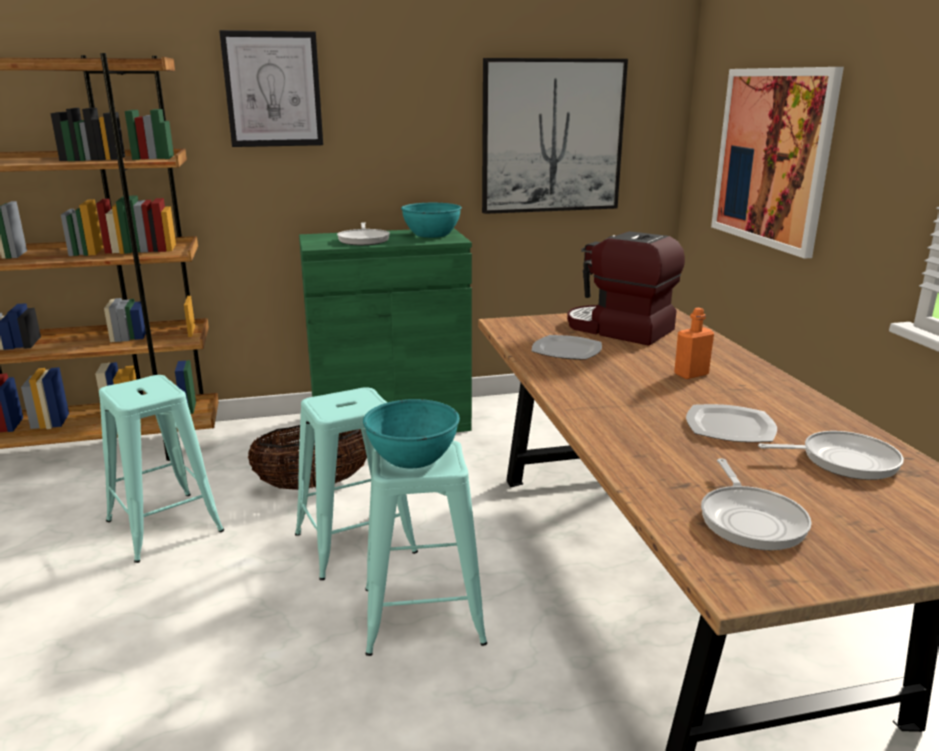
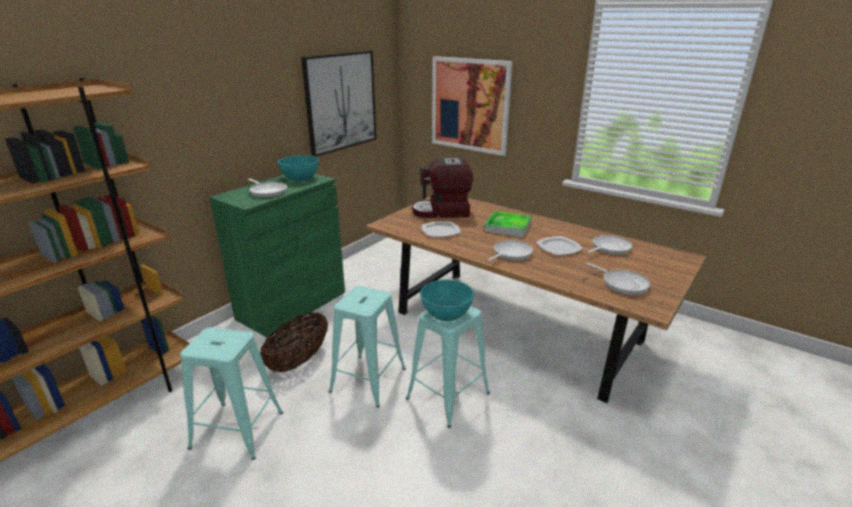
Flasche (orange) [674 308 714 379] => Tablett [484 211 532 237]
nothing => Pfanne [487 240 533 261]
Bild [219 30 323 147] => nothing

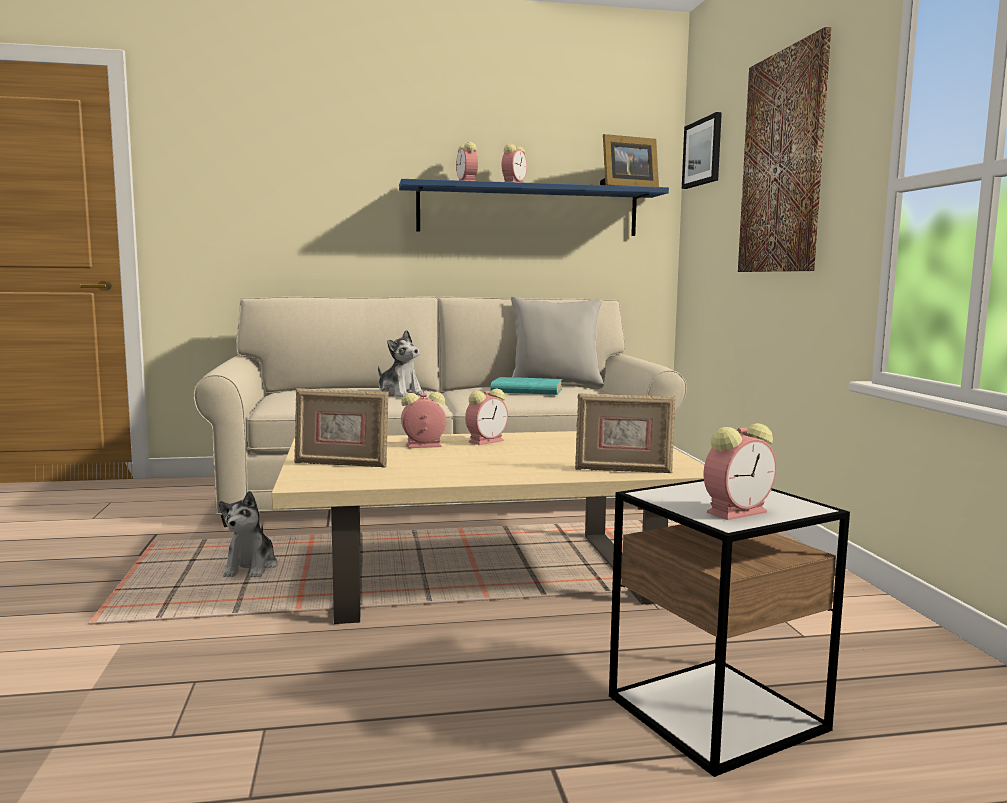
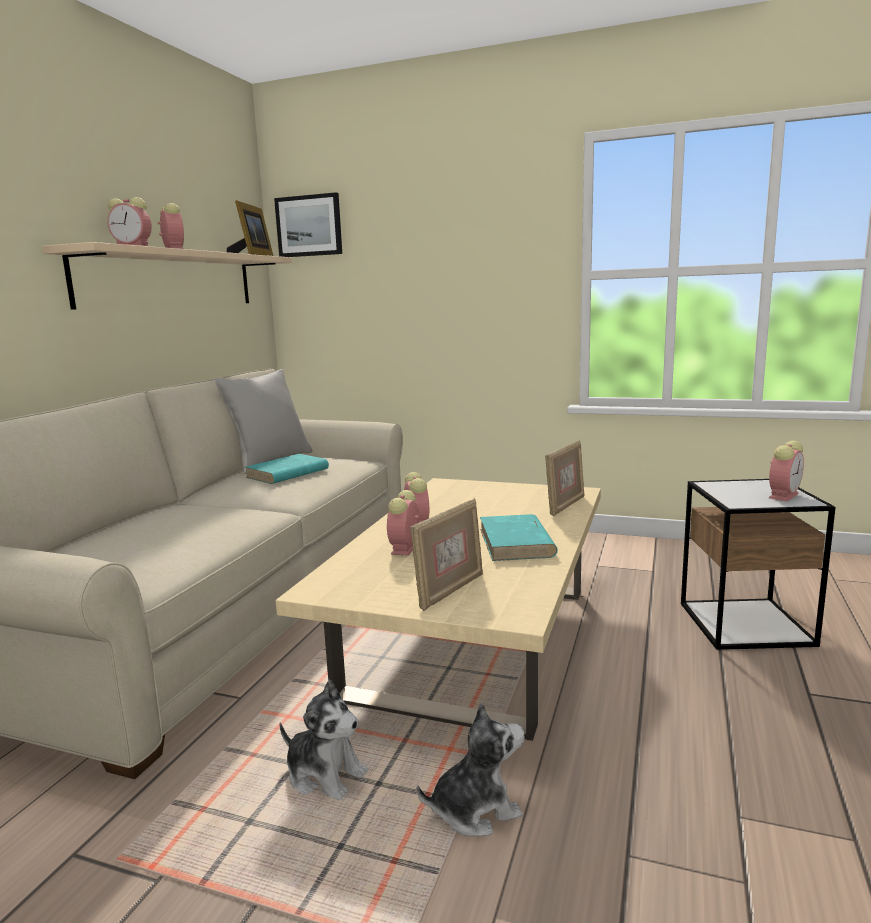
Wandregal (blau) [399 179 669 236] => Wandregal (beige) [42 242 292 310]
Plüschtier [378 330 426 397] => Plüschtier [417 702 525 836], moved
nothing => Buch (türkis) [480 514 558 561]
Wecker [704 423 776 520] => Wecker [769 441 804 501], 45 degrees clockwise
Bild [738 27 831 272] => nothing

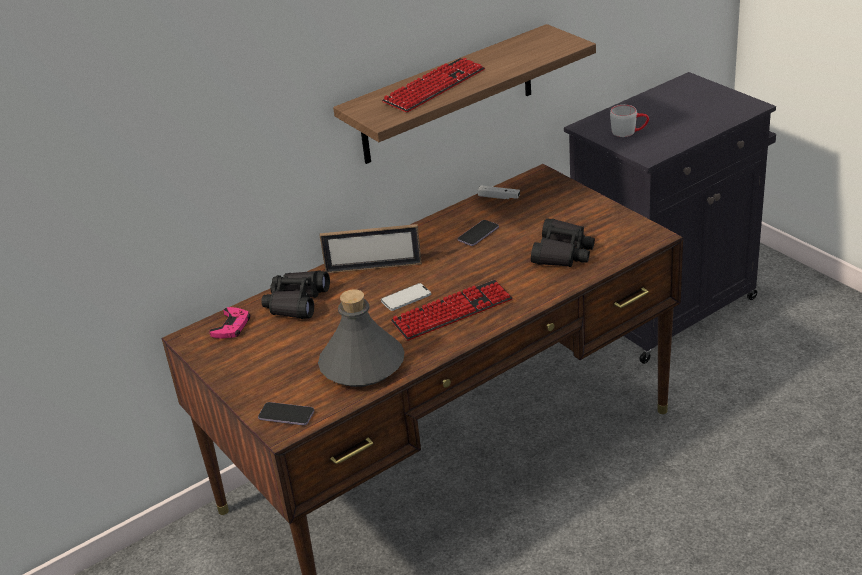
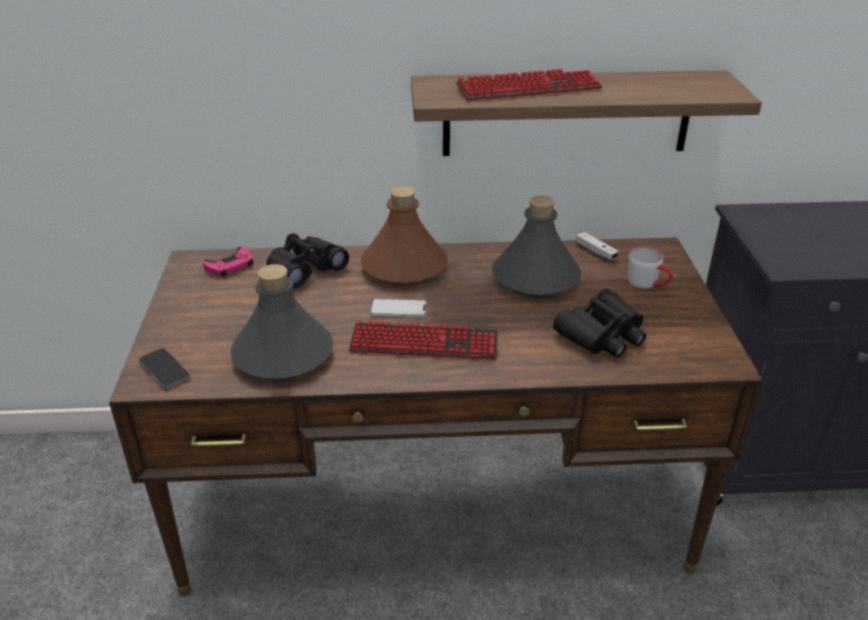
Bilderrahmen [319 224 422 273] => Flasche (braun) [361 186 448 286]
Handy [458 220 499 246] => Flasche (grau) [492 196 581 298]
Henkelbecher (grau) [610 105 649 137] => Henkelbecher (grau) [628 247 673 288], moved

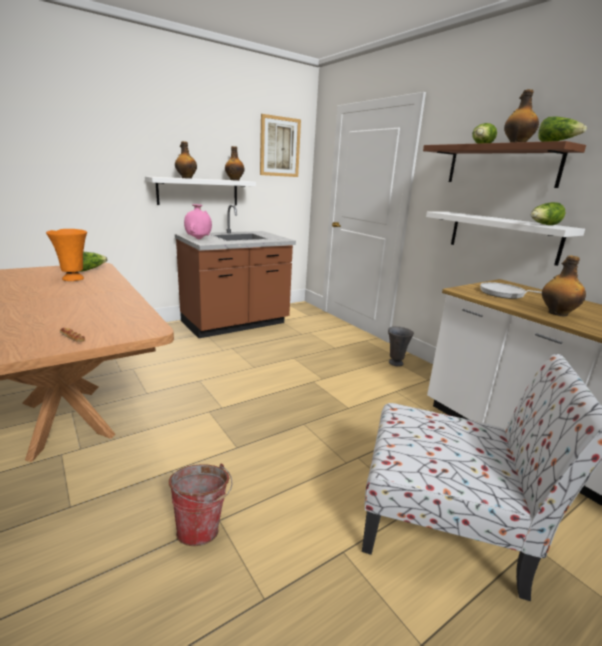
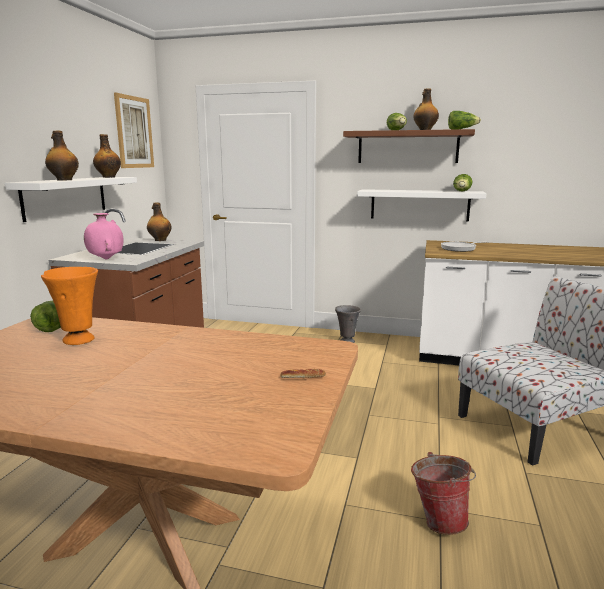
Flasche [542 255 586 316] => Flasche [147 202 172 241], moved

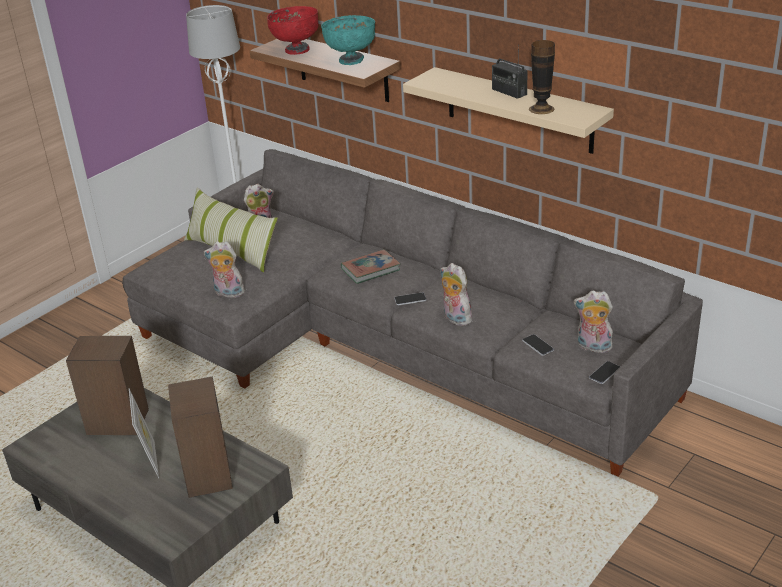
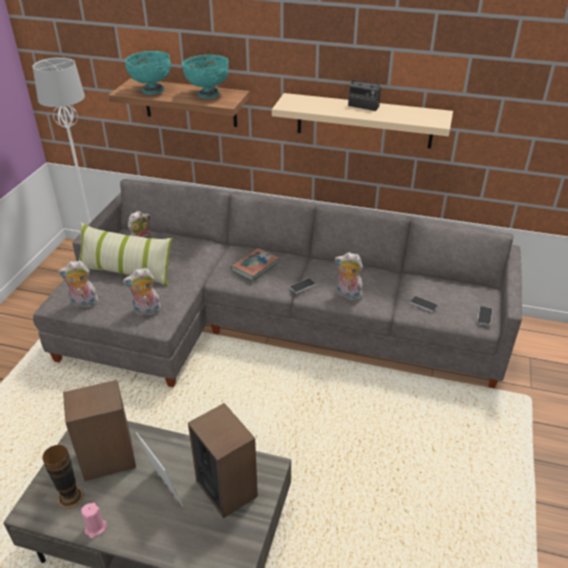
Vase [529 40 555 114] => Vase [42 445 84 509], moved
Plüschtier [574 290 614 353] => Plüschtier [58 261 99 307], moved
nothing => Kerze (rosa) [81 503 107 539]
Schüssel (rot) [267 6 318 55] => Schüssel (türkis) [125 51 171 95]

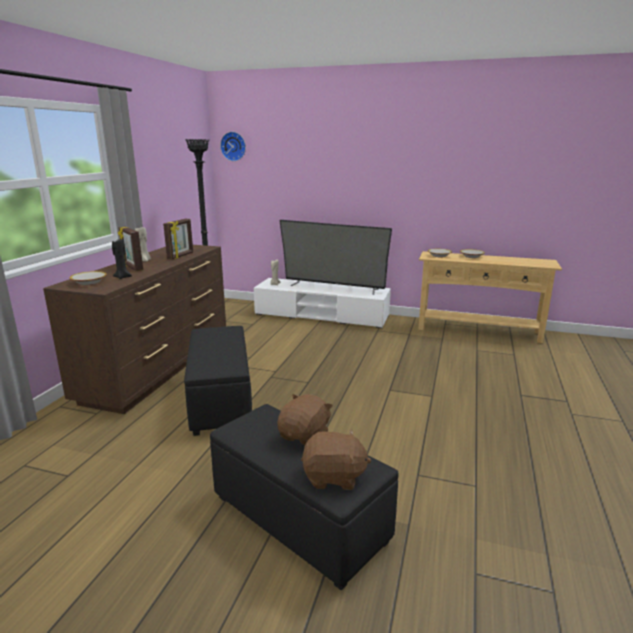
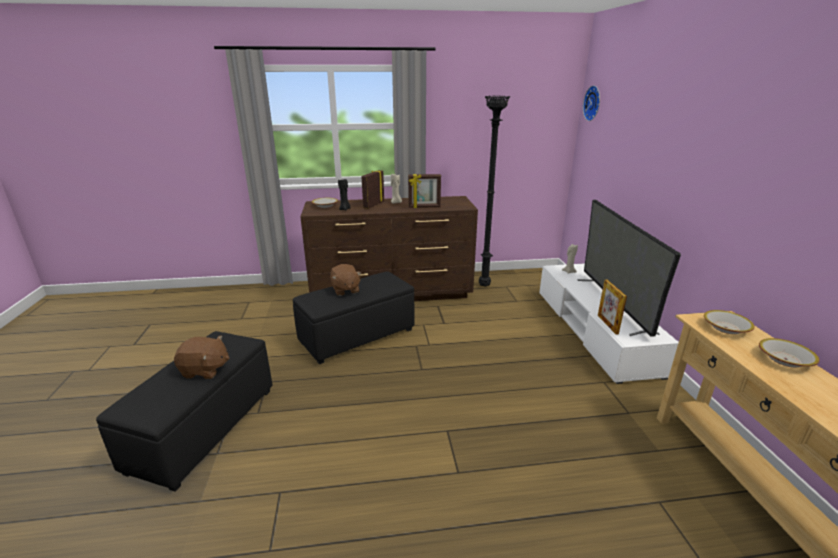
Plüschtier (braun) [301 430 371 490] => Plüschtier (braun) [330 264 361 296], moved
nothing => Bilderrahmen [598 280 627 334]

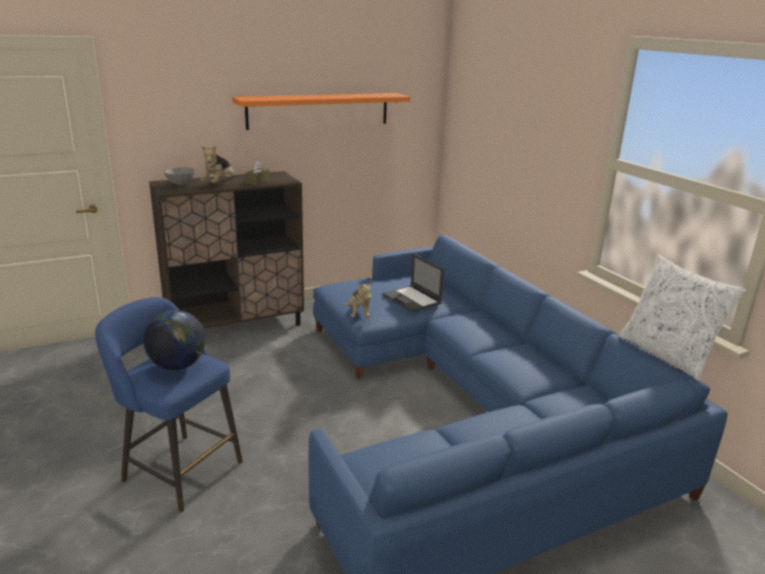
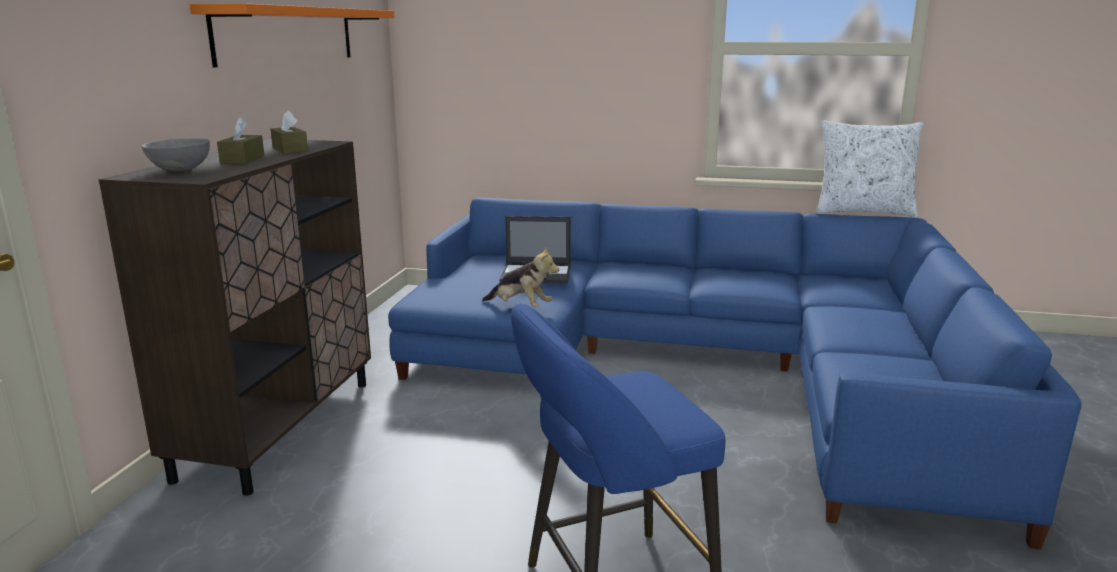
Plüschtier [201 145 235 183] => Taschentuchbox (braun) [217 117 265 164]
Globus [144 310 206 370] => nothing

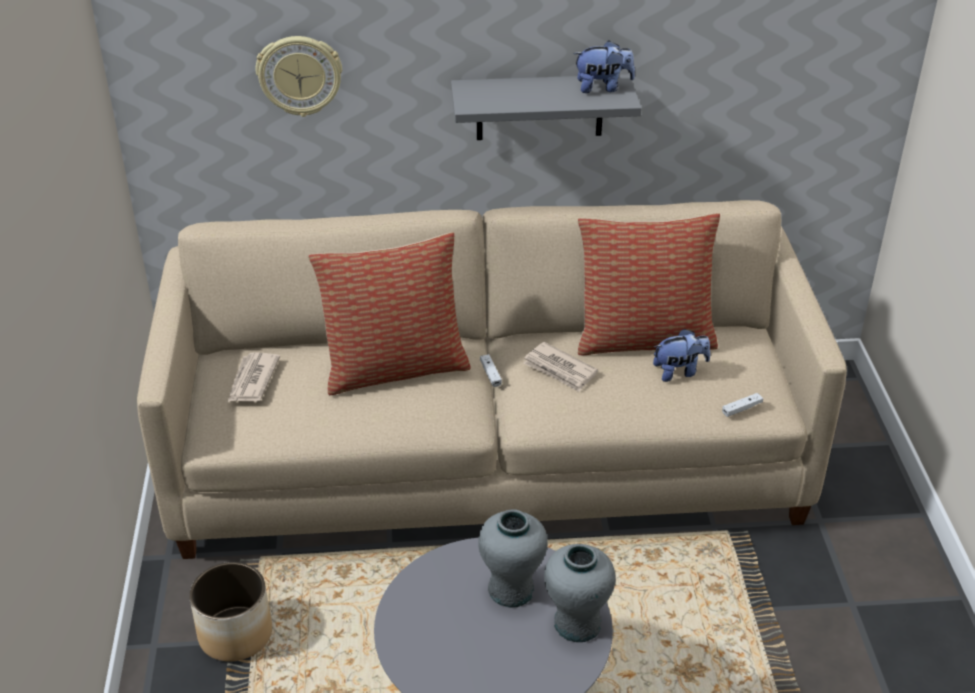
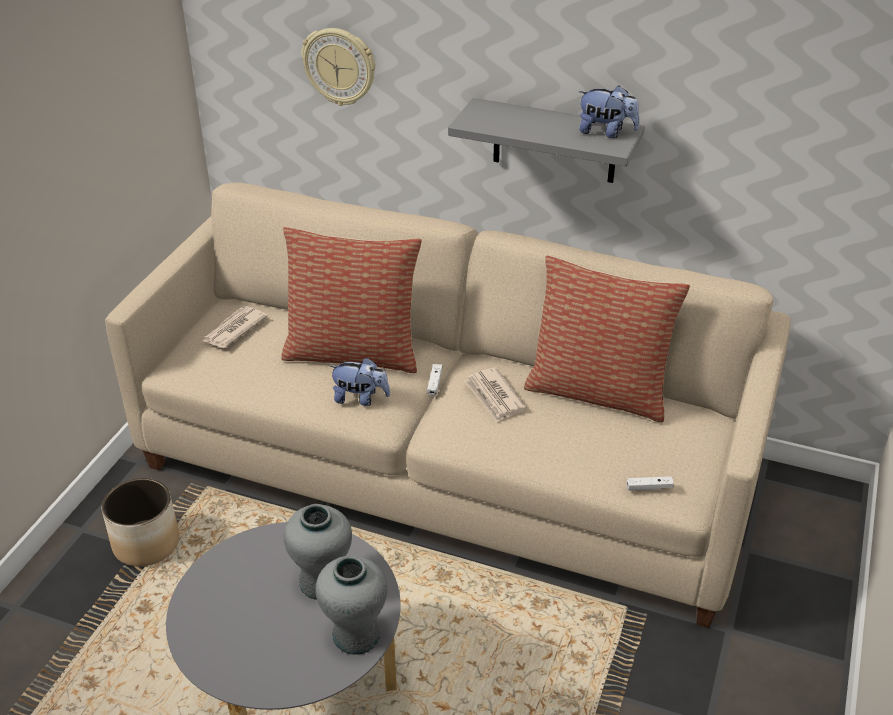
Plüschtier [653 328 710 382] => Plüschtier [329 357 390 406], moved

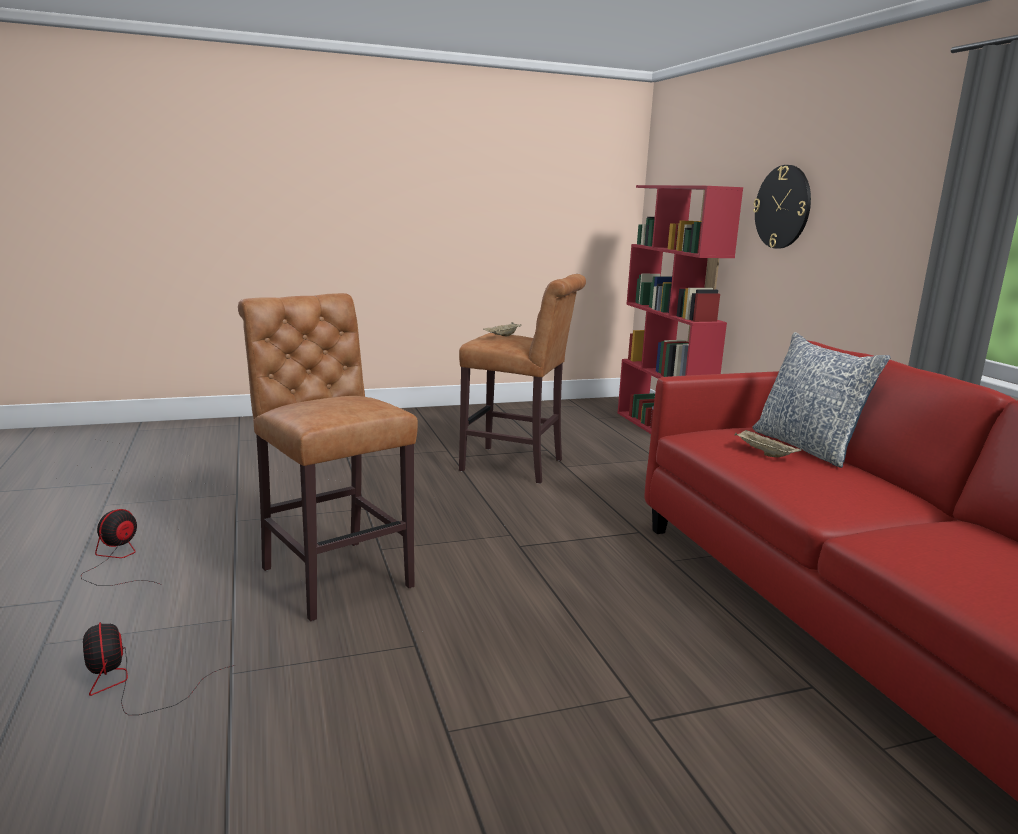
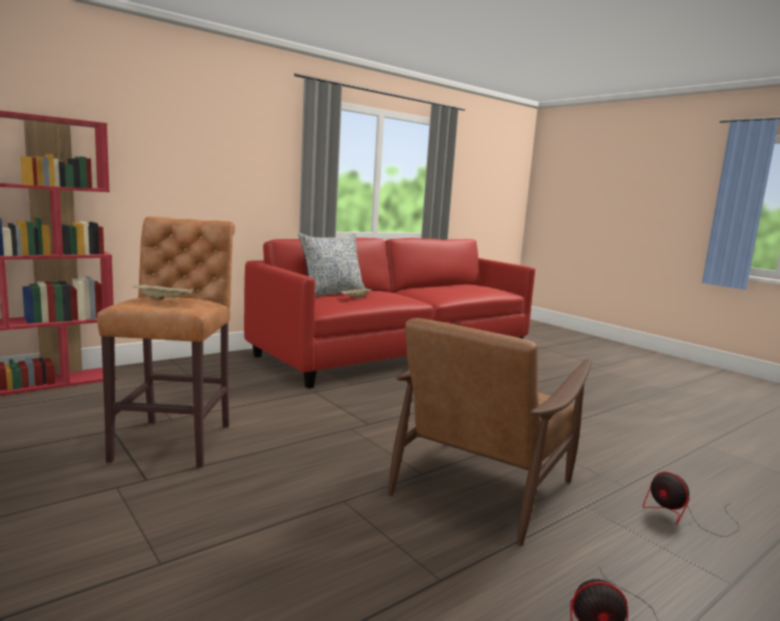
Hocker (braun) [238 293 418 621] => Sessel (braun) [388 318 592 546]
Ventilator [83 622 235 715] => Ventilator [643 472 739 537], 105 degrees clockwise
Wanduhr [753 165 811 249] => nothing

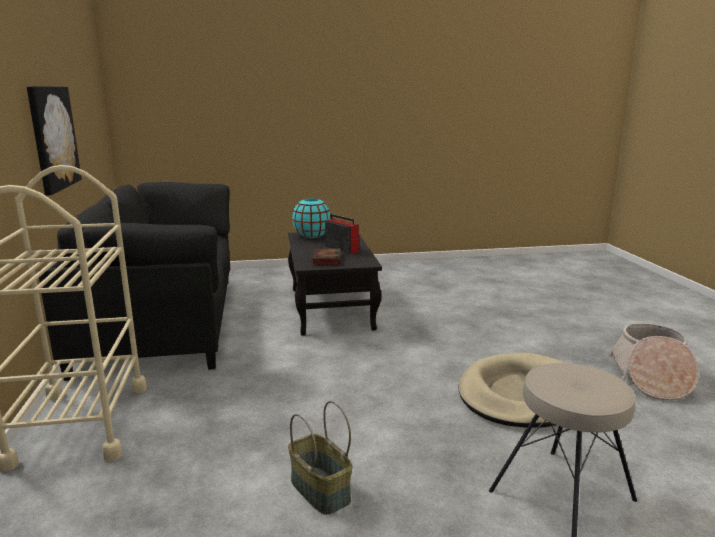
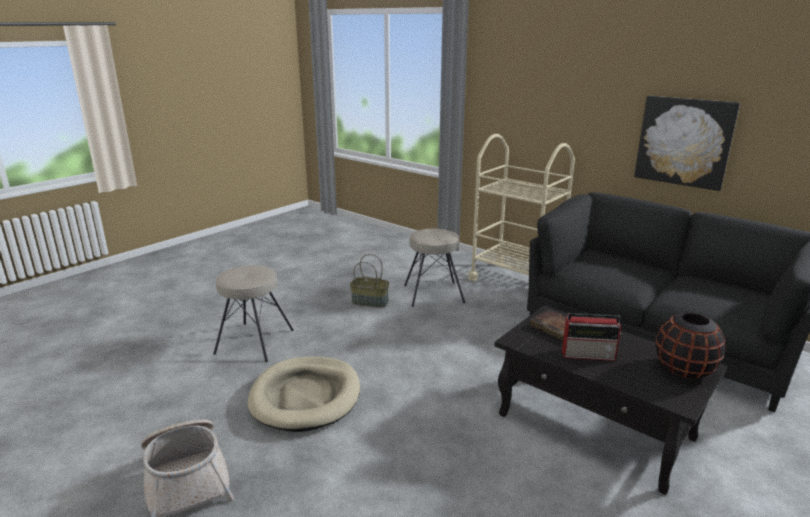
nothing => Hocker (beige) [404 228 465 307]
Vase (türkis) [292 199 331 238] => Vase (schwarz) [656 313 725 379]

